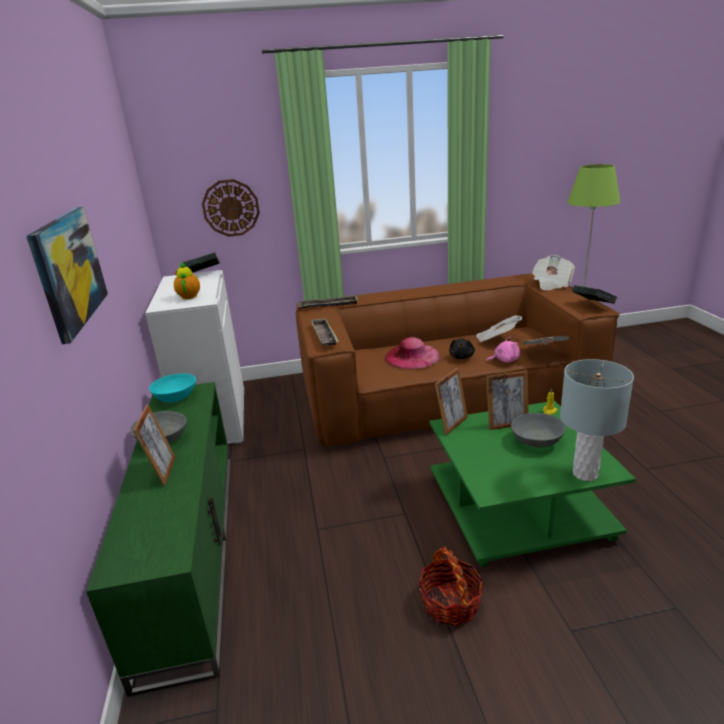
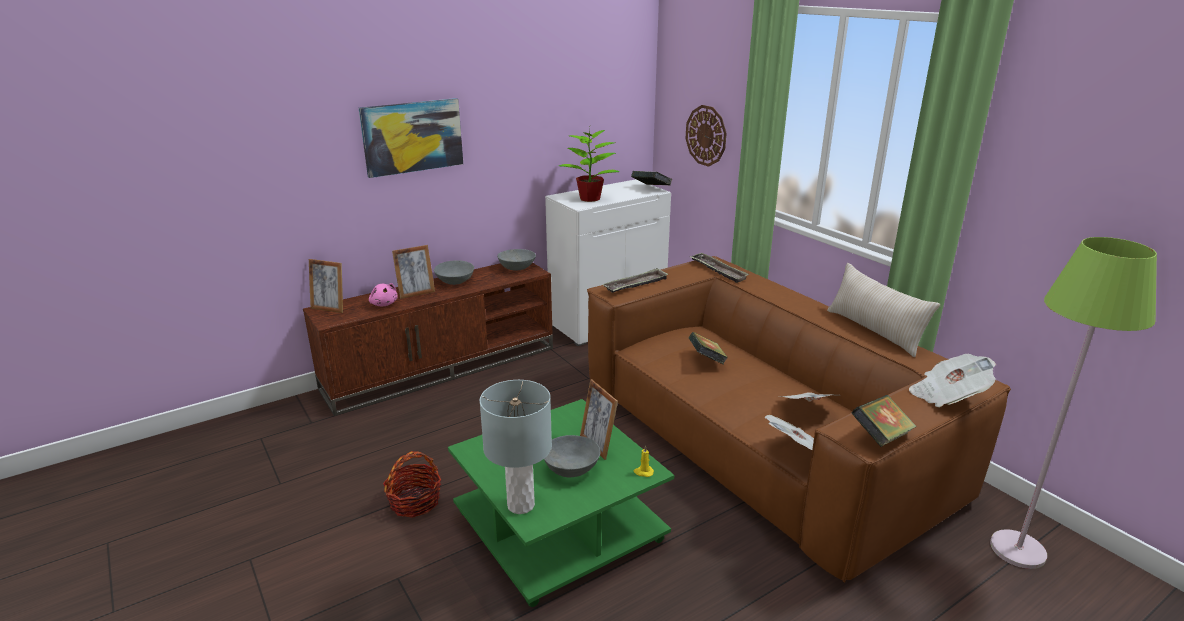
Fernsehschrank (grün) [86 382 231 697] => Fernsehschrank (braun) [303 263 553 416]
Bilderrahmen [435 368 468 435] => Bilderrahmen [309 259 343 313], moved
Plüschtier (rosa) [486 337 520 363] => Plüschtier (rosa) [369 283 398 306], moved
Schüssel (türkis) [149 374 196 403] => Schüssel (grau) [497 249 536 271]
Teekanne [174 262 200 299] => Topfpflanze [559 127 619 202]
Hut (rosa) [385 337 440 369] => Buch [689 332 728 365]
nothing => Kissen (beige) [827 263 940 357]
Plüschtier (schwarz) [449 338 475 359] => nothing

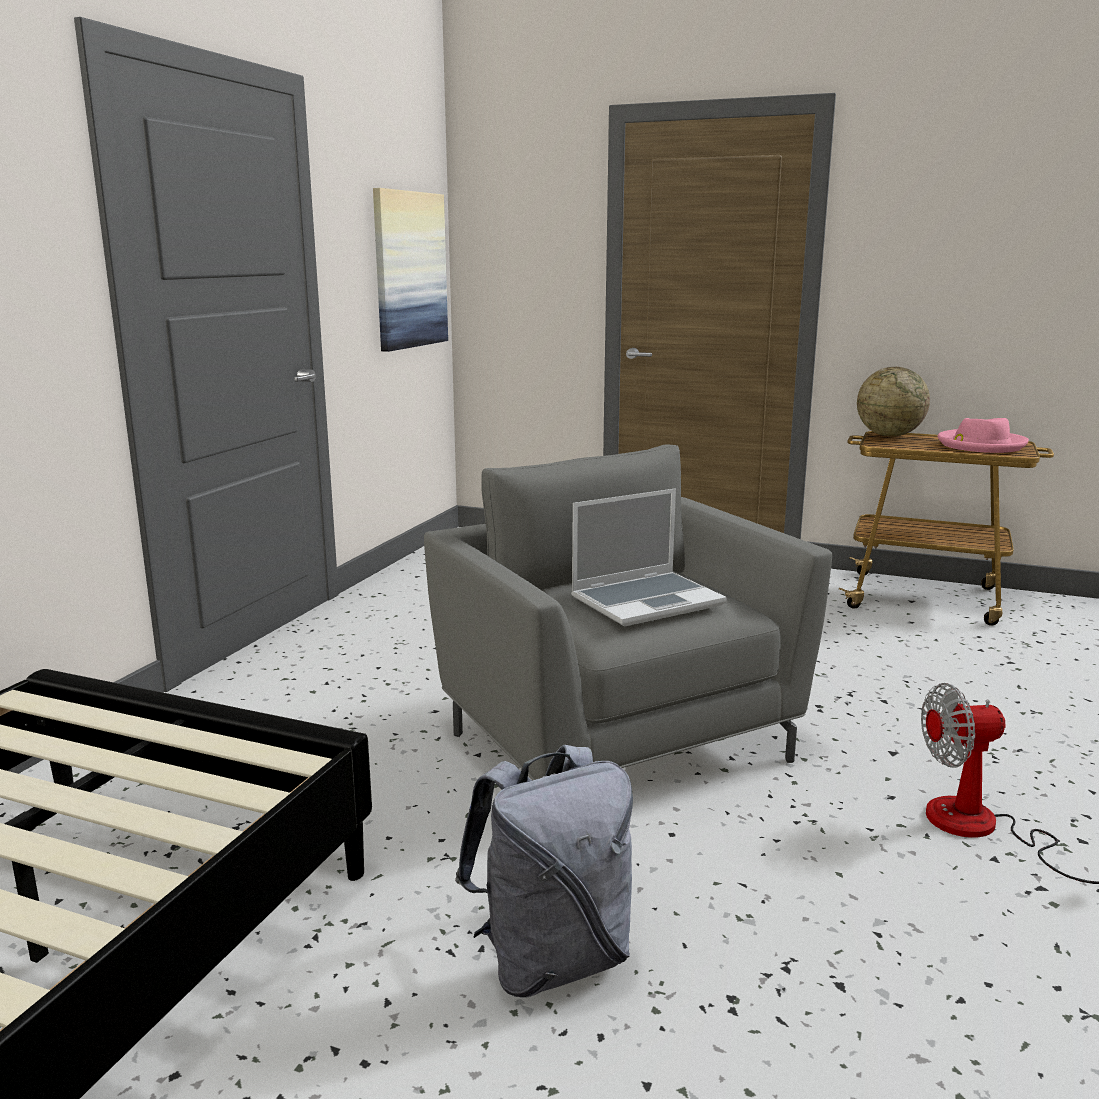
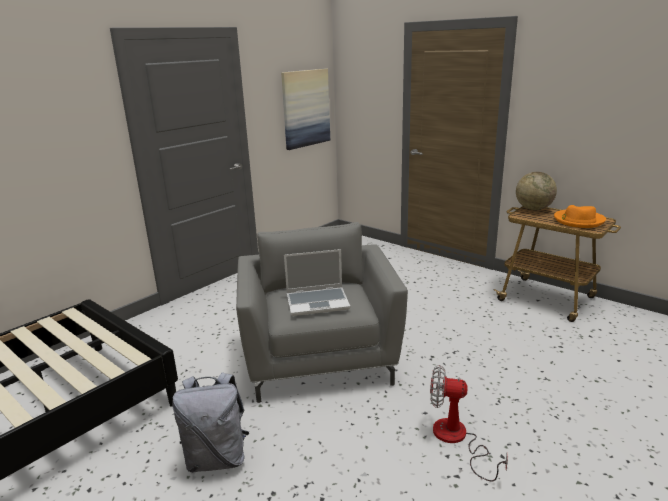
Hut (rosa) [938 418 1029 453] => Hut (orange) [554 205 606 228]

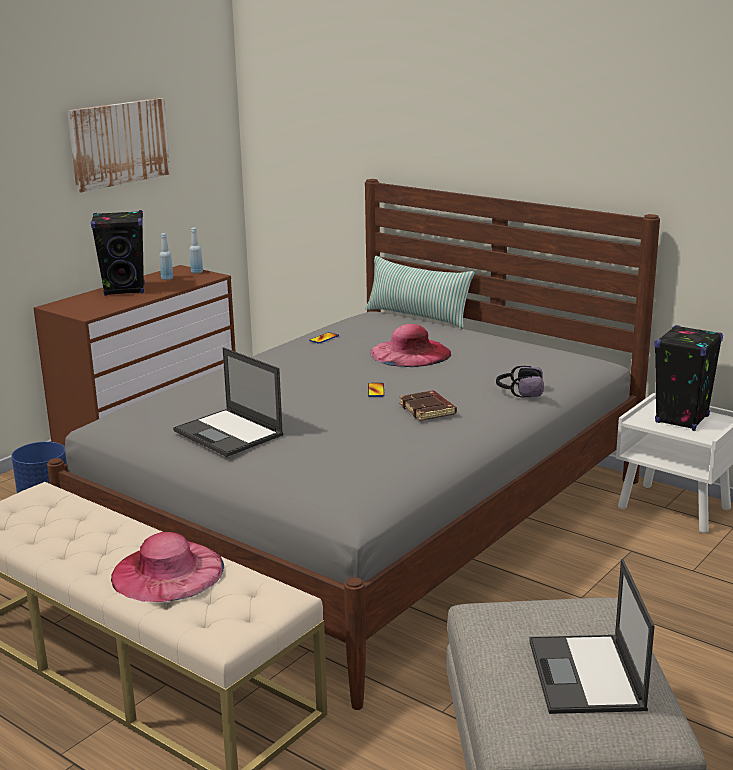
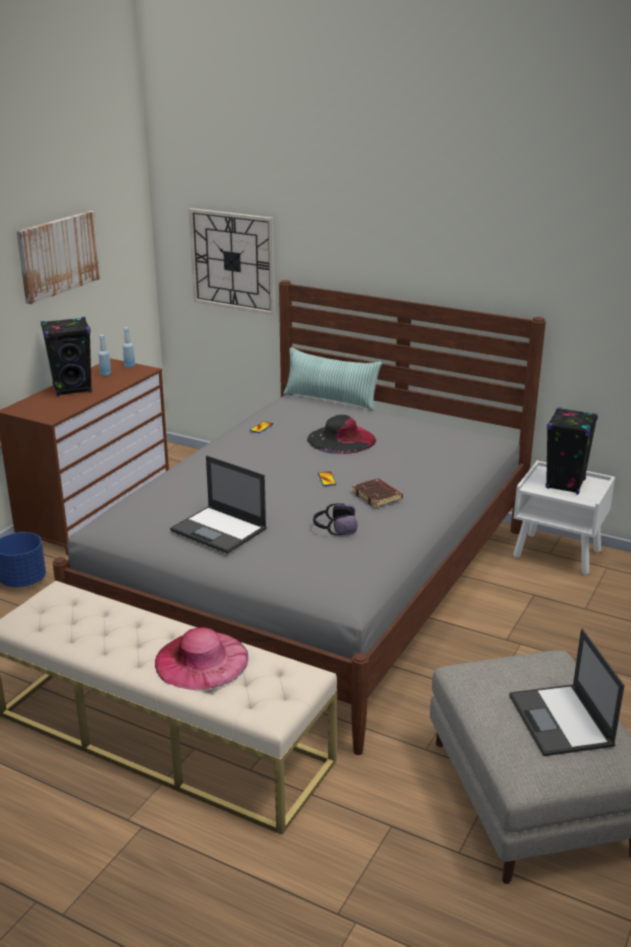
nothing => Wanduhr [189 208 275 315]
Hut (rosa) [370 324 451 367] => Hut (schwarz) [307 415 376 454]
Kopfhörer [496 366 544 397] => Kopfhörer [313 503 357 535], moved

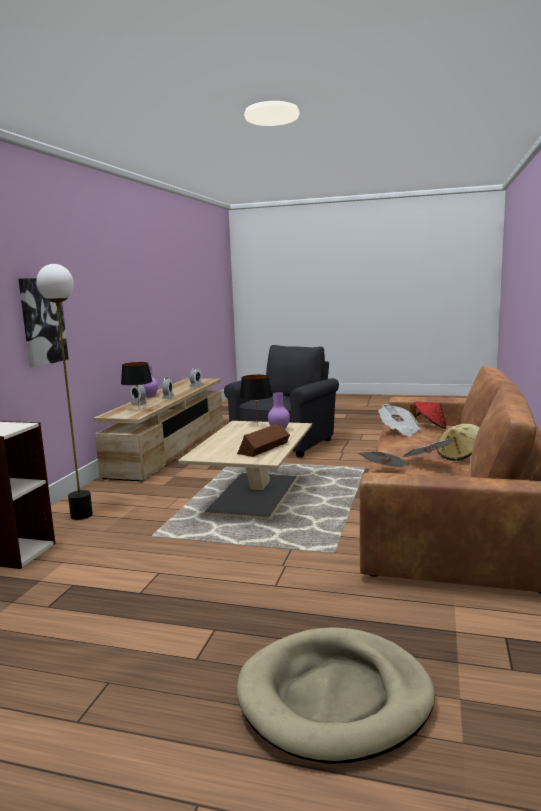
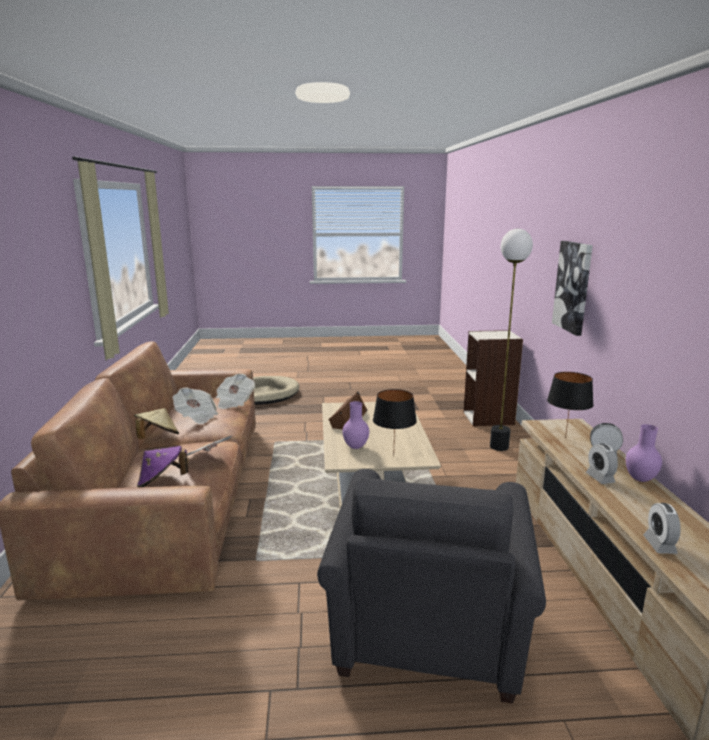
Hut (rot) [410 401 447 429] => Hut (lila) [137 446 188 487]

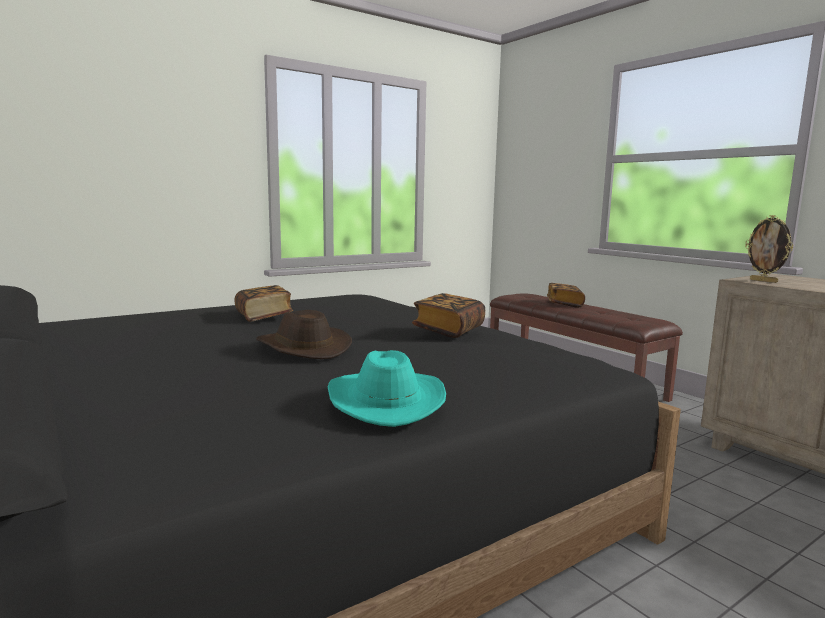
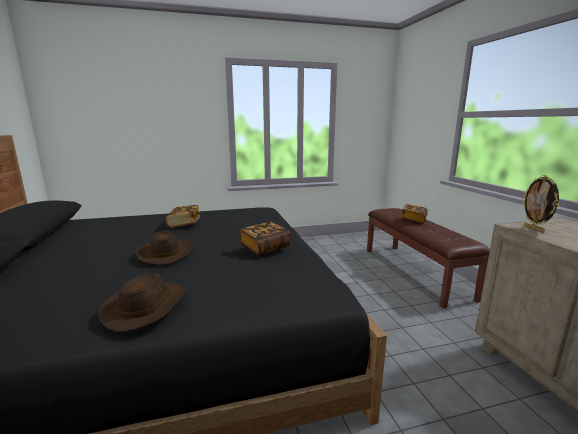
Hut (türkis) [328 350 446 427] => Hut (braun) [98 274 185 332]

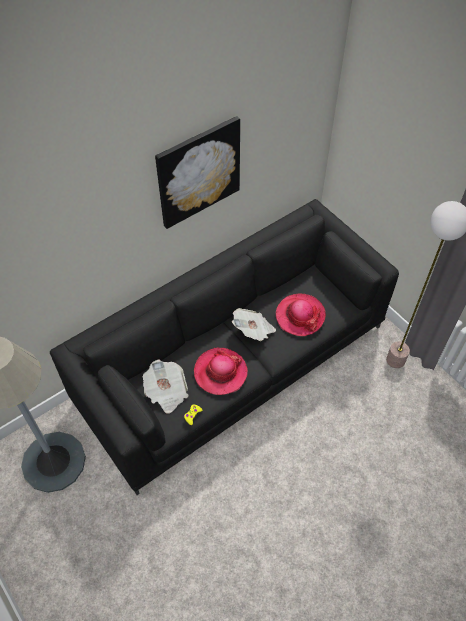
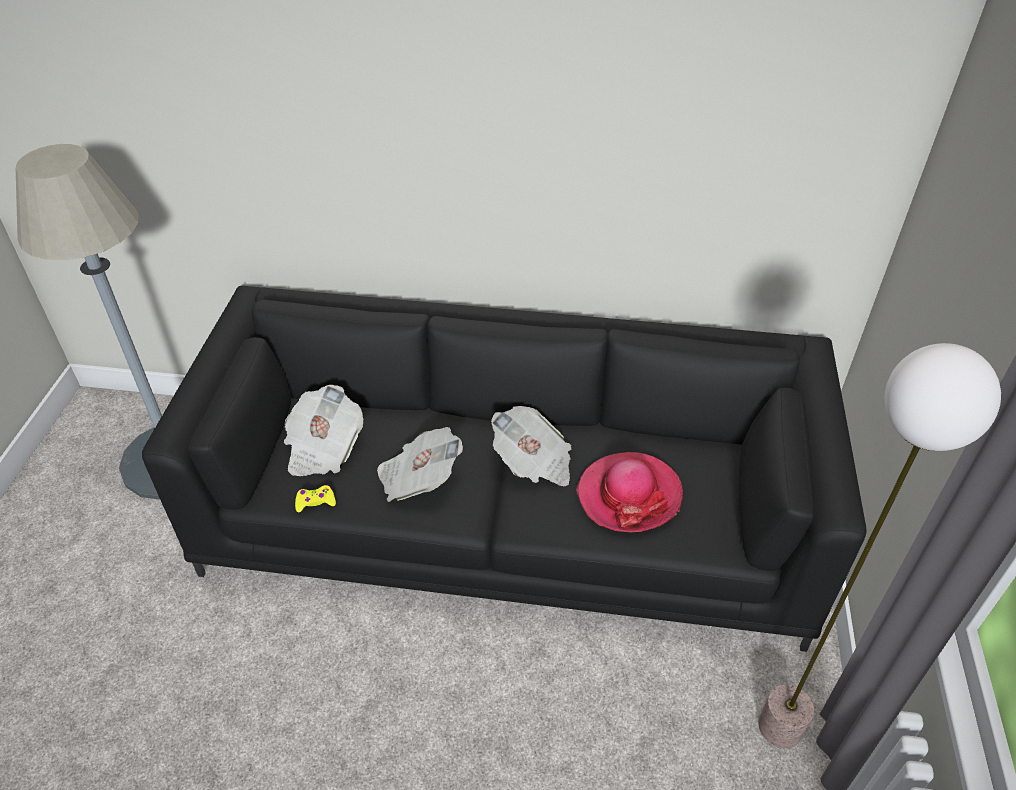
Hut [194 348 248 395] => Zeitung [377 427 463 502]
Bild [155 116 240 229] => nothing

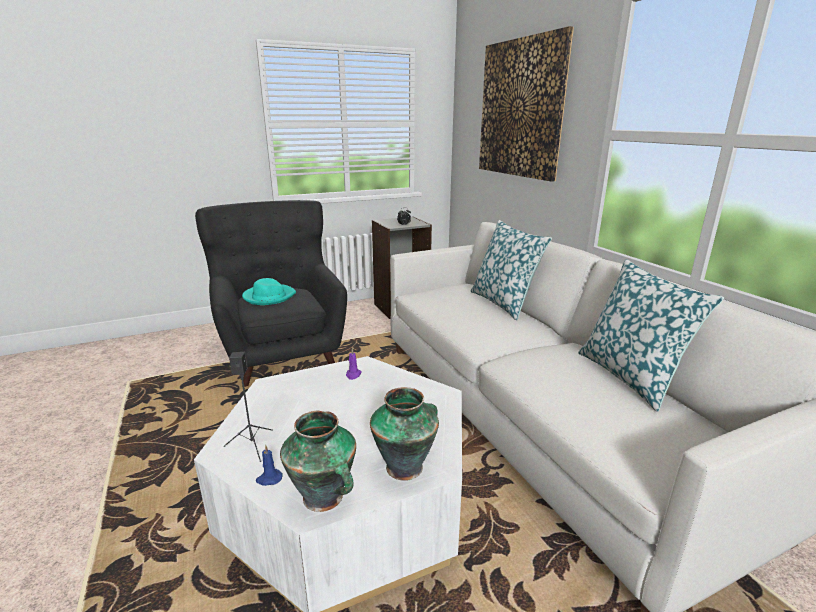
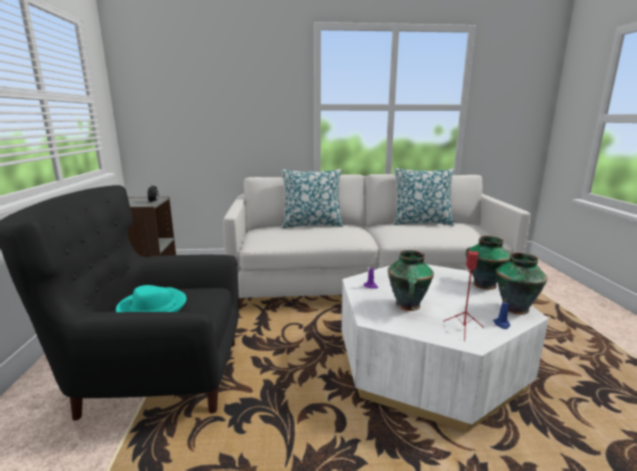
nothing => Vase [388 250 434 311]
Lautsprecher (schwarz) [224 352 273 462] => Lautsprecher (rot) [443 251 483 342]
Bild [479 26 574 182] => nothing

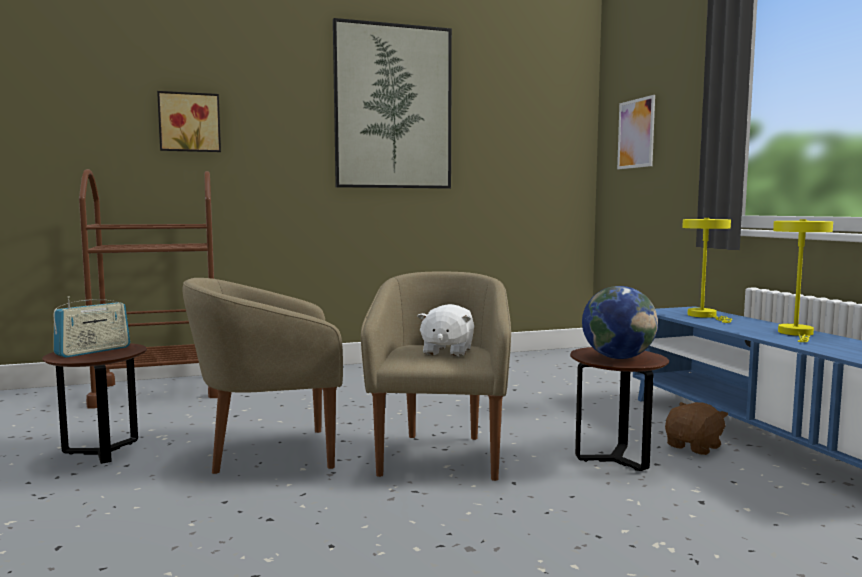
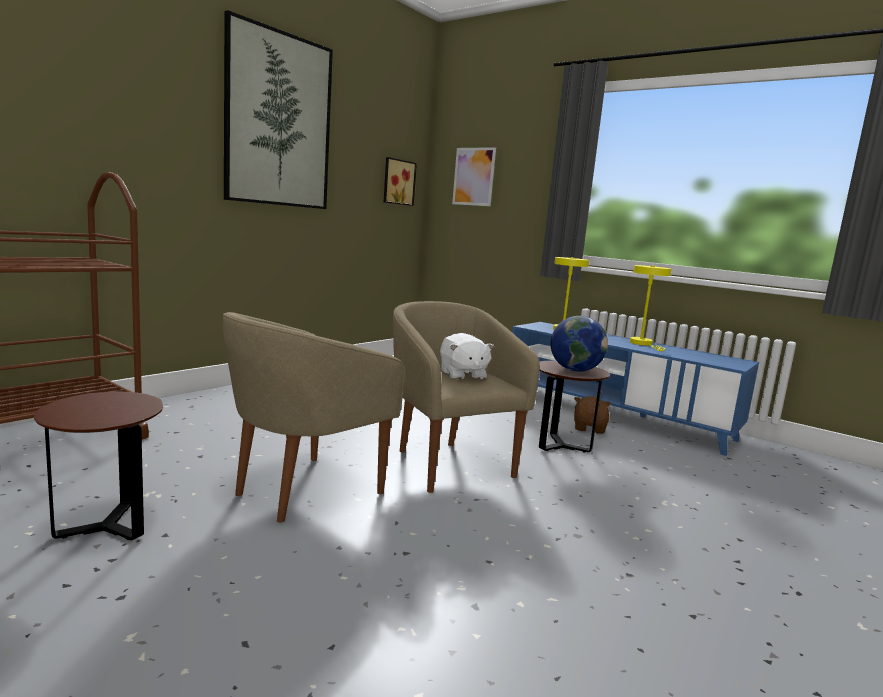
Bild [157 91 221 152] => Bild [384 157 417 206], moved
Radio [53 296 130 358] => nothing

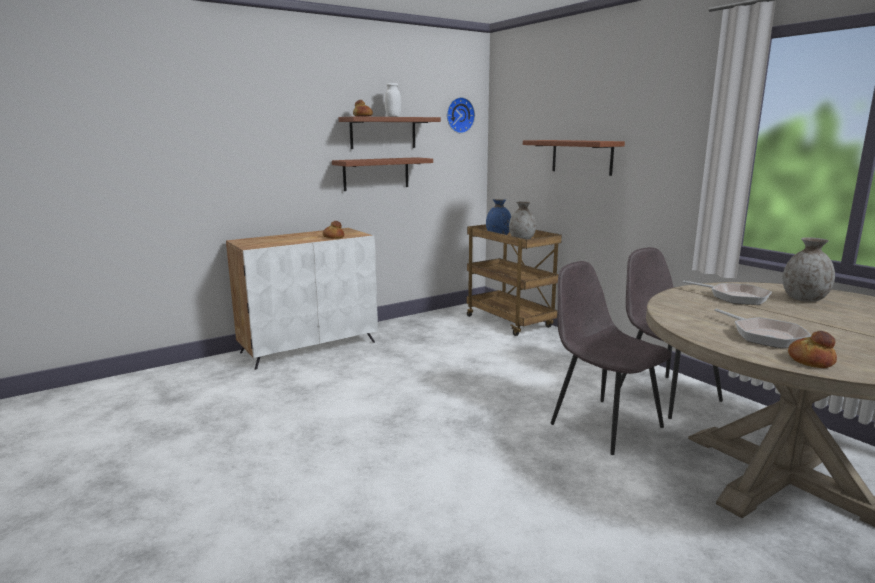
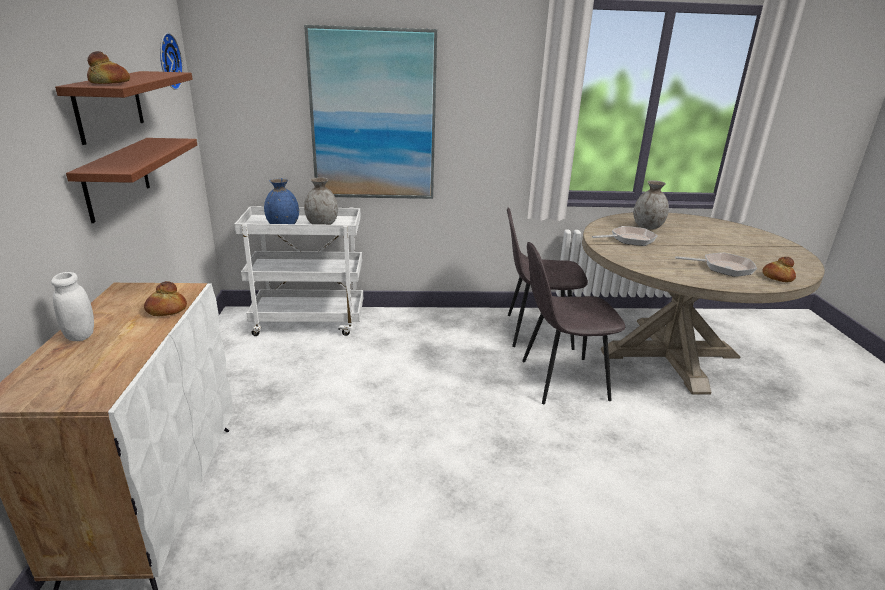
Vorratsglas (weiß) [385 83 401 117] => Vorratsglas (weiß) [51 272 94 341], moved
Rollwagen (braun) [467 224 562 336] => Rollwagen (weiß) [234 206 363 336]
Wandregal (braun) [523 140 625 176] => Bild [304 25 437 199]

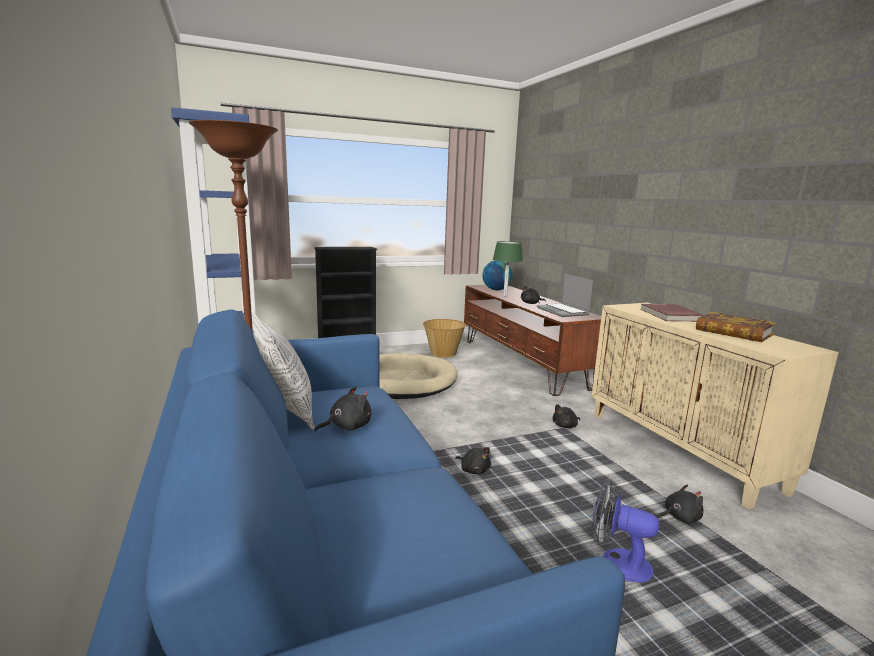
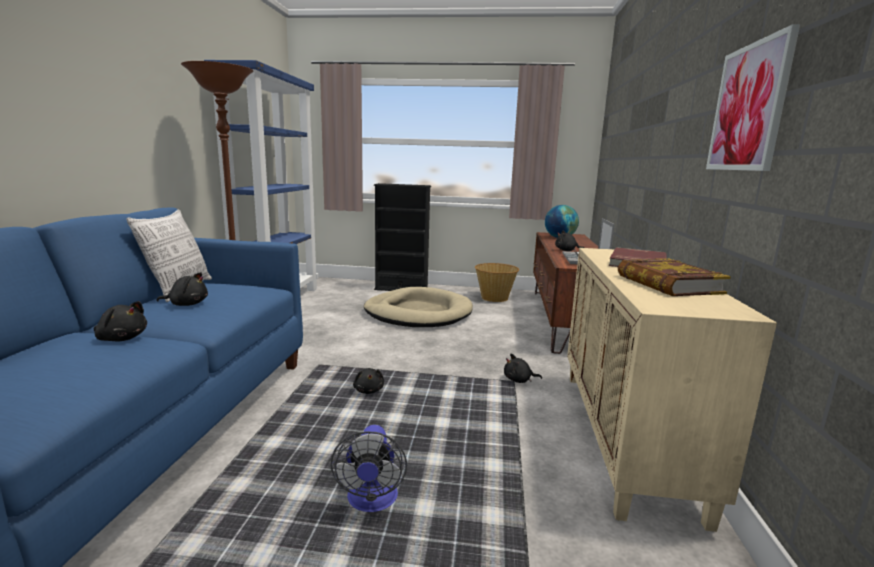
Plüschtier (schwarz) [656 484 703 524] => Plüschtier (schwarz) [94 301 147 341], moved
Ventilator [592 480 659 582] => Ventilator [331 425 407 512], 150 degrees counterclockwise
nothing => Bild [706 24 800 171]
Tischlampe (grün) [493 241 523 297] => nothing

